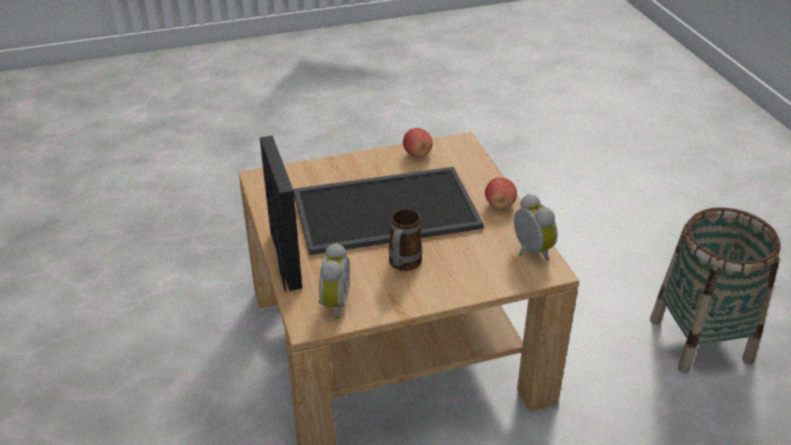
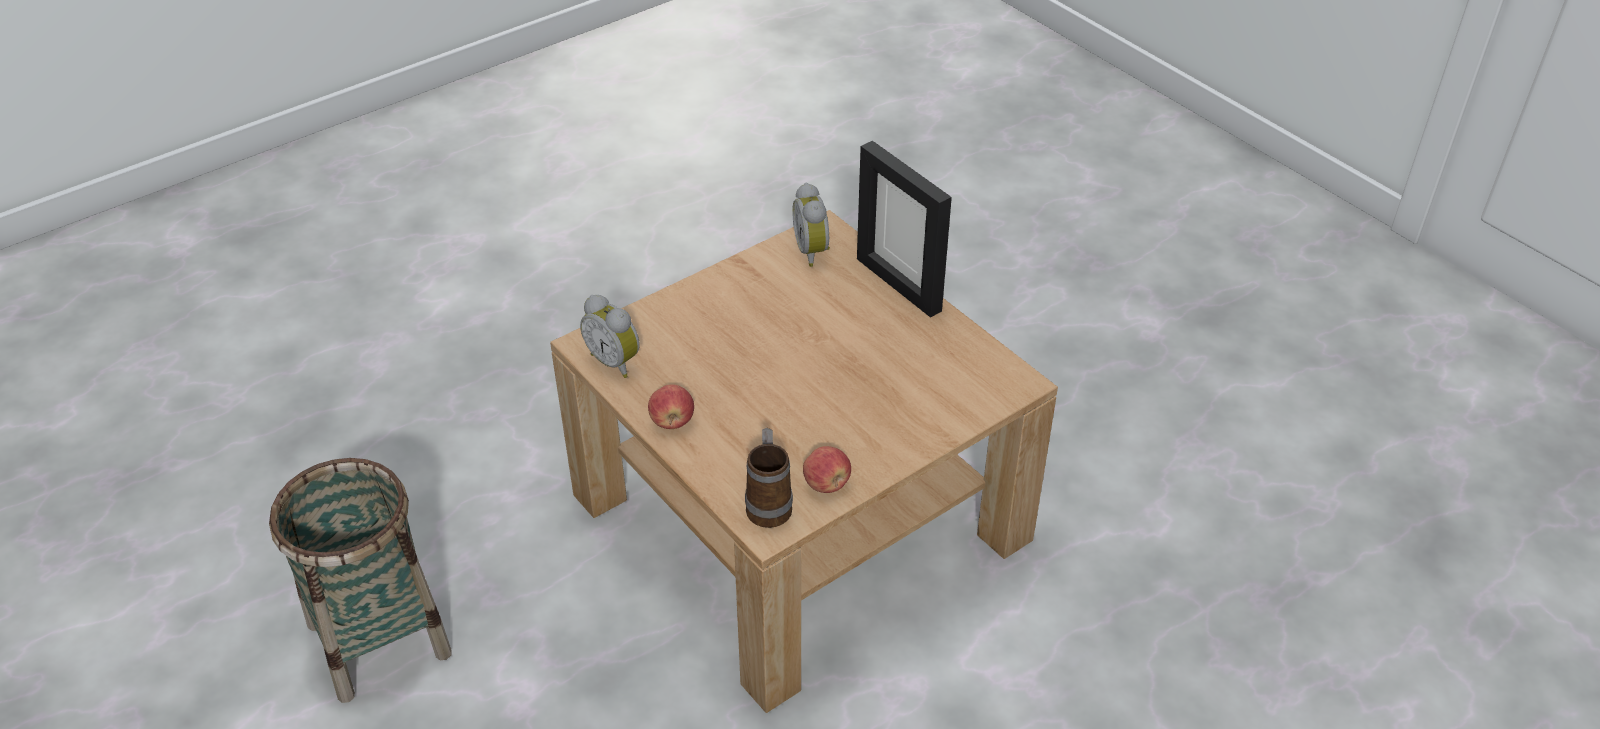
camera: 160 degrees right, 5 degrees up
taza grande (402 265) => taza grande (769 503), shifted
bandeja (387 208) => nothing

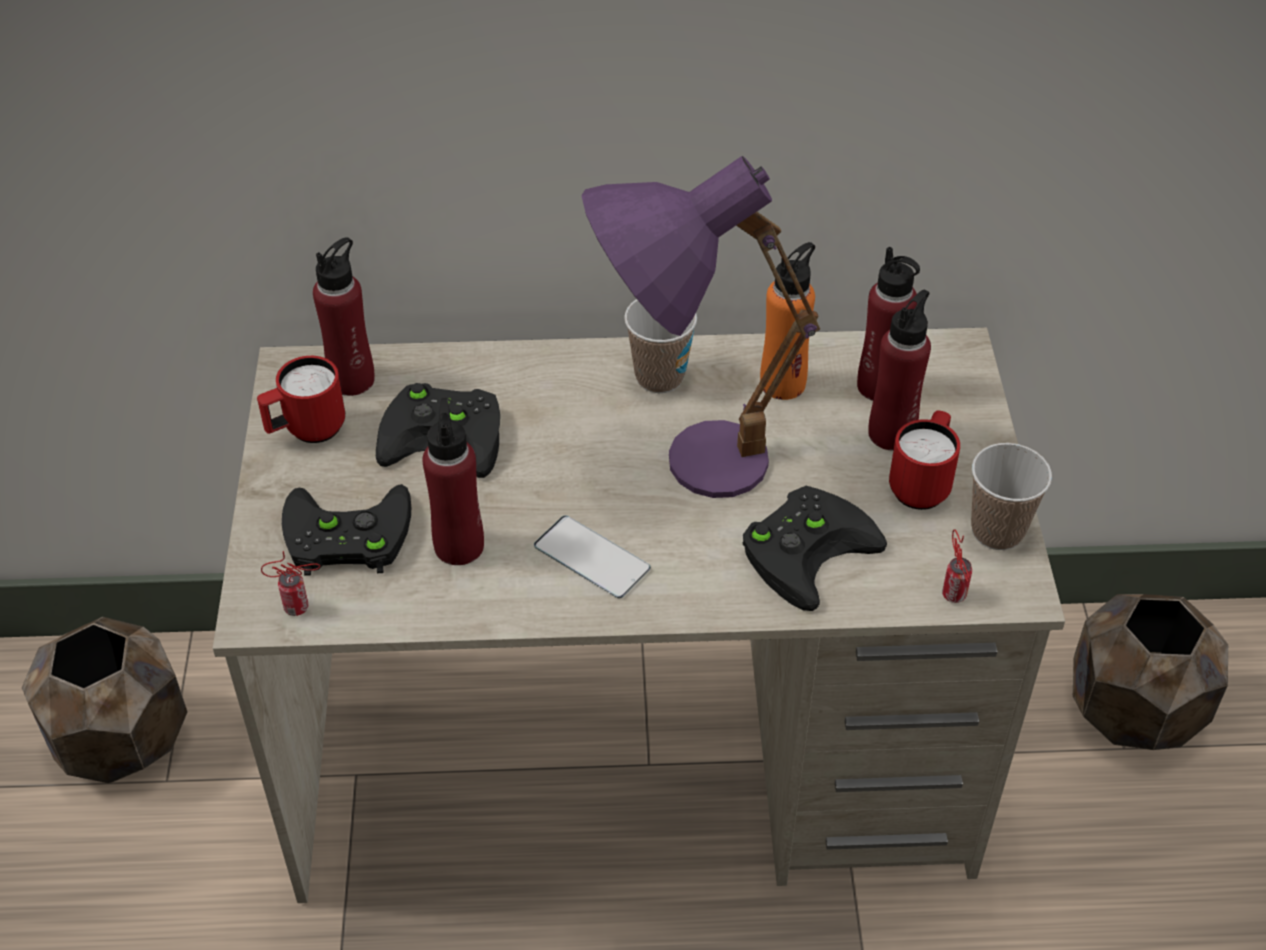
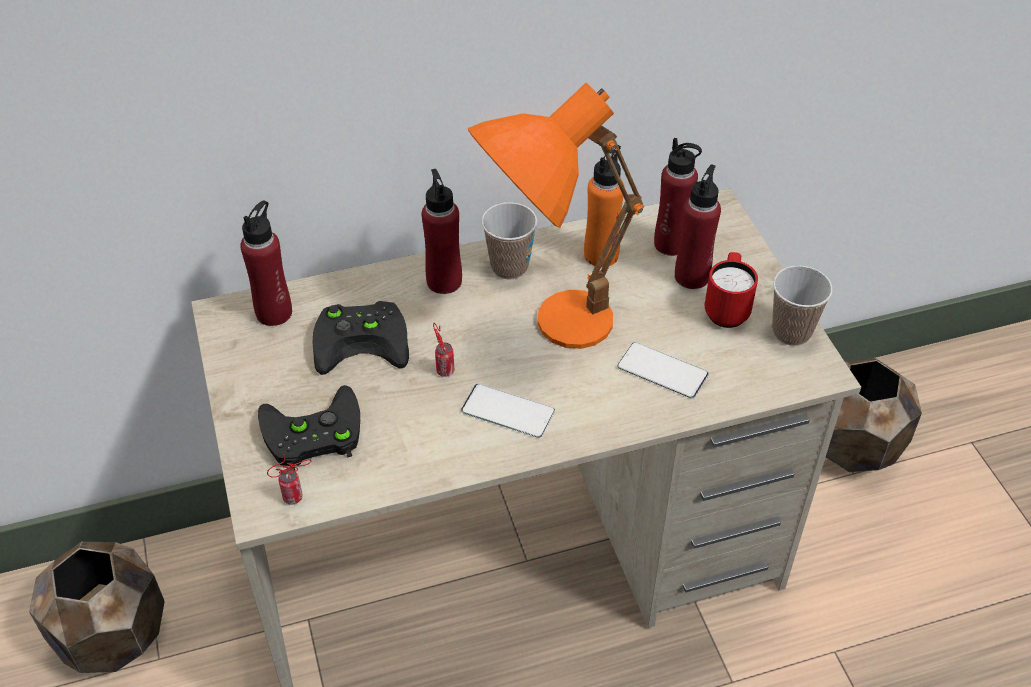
camera: 15 degrees left, 0 degrees up
botella (rojo) (459 546) => botella (rojo) (444 281), shifted
lata (955 597) => lata (446 373), shifted
lámpara de mesa (morado) (679 462) => lámpara de mesa (naranja) (547 327)
mando de consola (negro) (807 547) => móvil (662 371)
taza grande (rojo) (306 431) => nothing

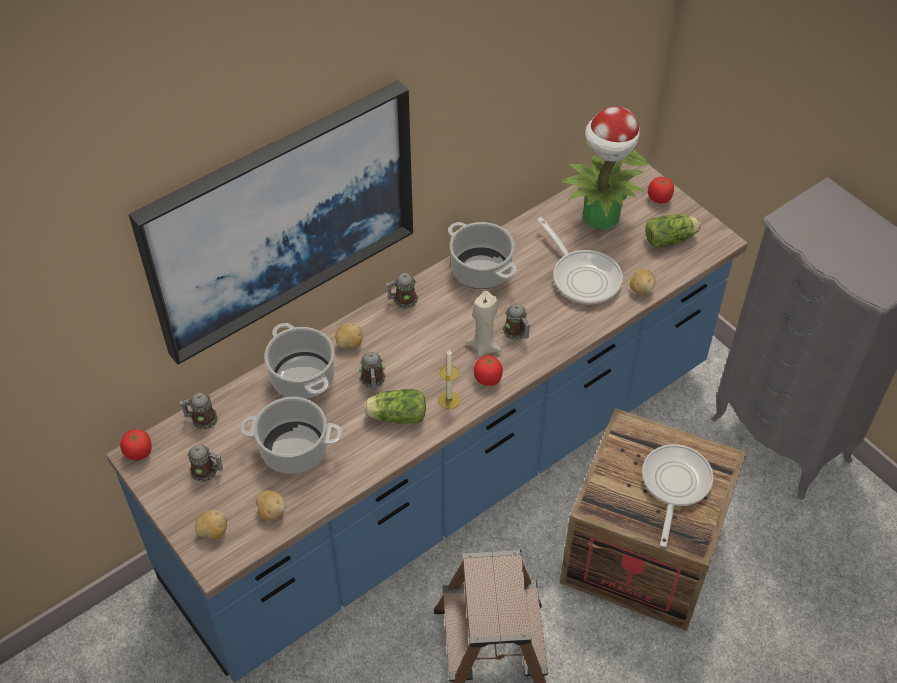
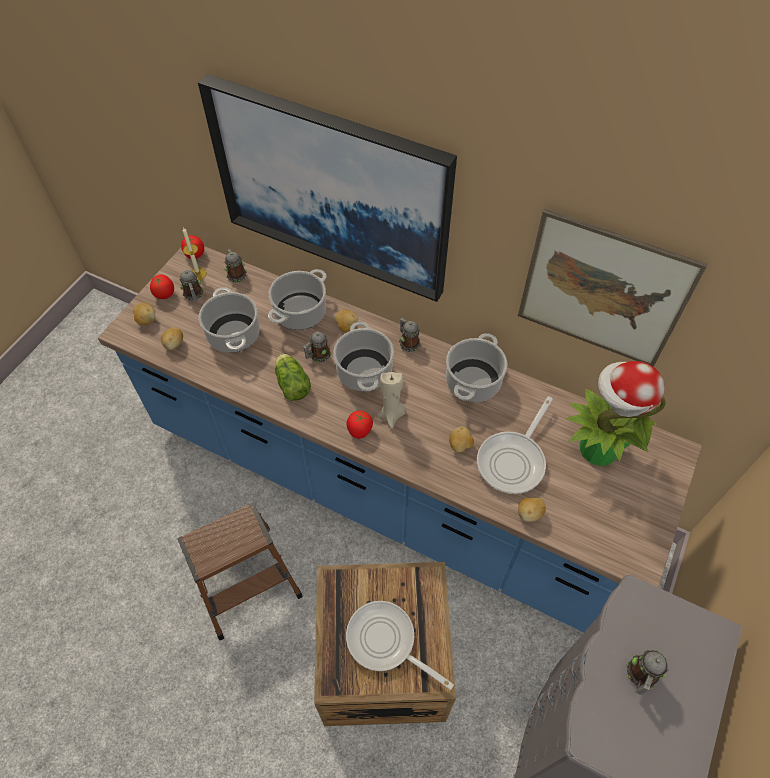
camera: 65 degrees right, 5 degrees up
tomate (659 199) => tomate (164 294), shifted
vela (449 400) => vela (198 273), shifted
nothing => olla (365 372)
sartén (674 485) => sartén (385 642), 135 degrees counterclockwise
nothing => patata (460 445)
nothing => cuadro (602 291)
taza grande (517 333) => taza grande (640 676), shifted
lechuga (671 239) => nothing

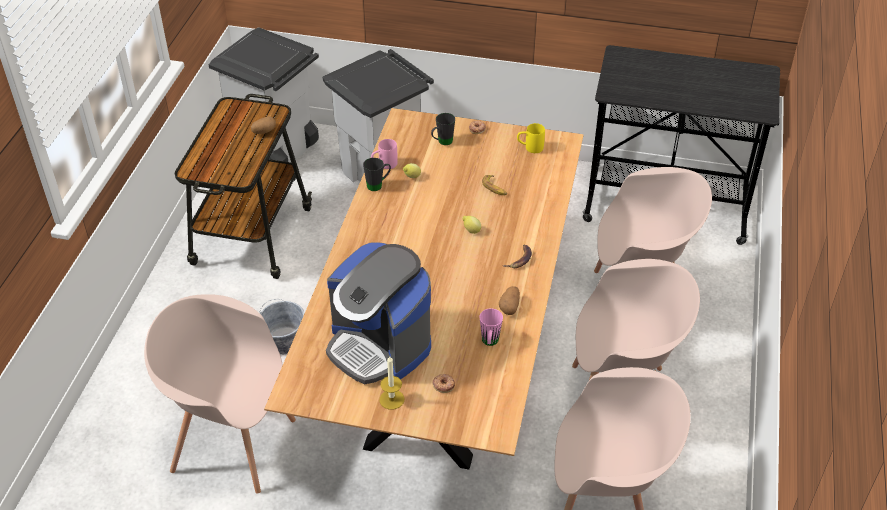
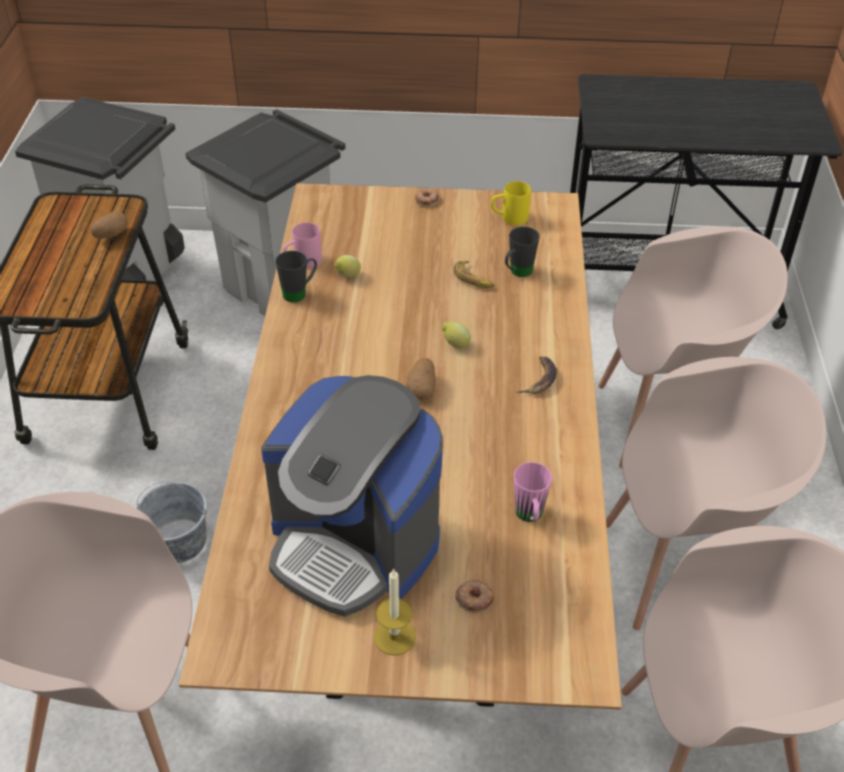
camera: 10 degrees left, 0 degrees up
patata (510 306) => patata (422 388), shifted
taza grande (negro) (442 142) => taza grande (negro) (517 273), shifted

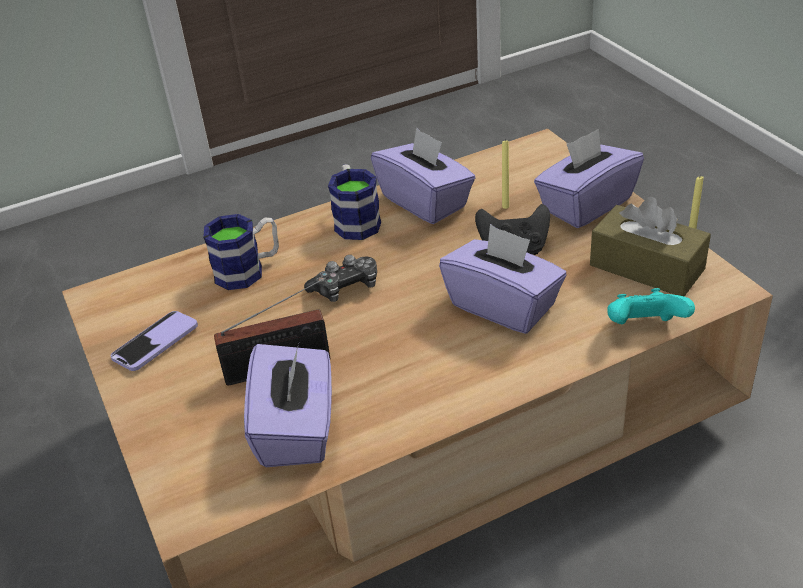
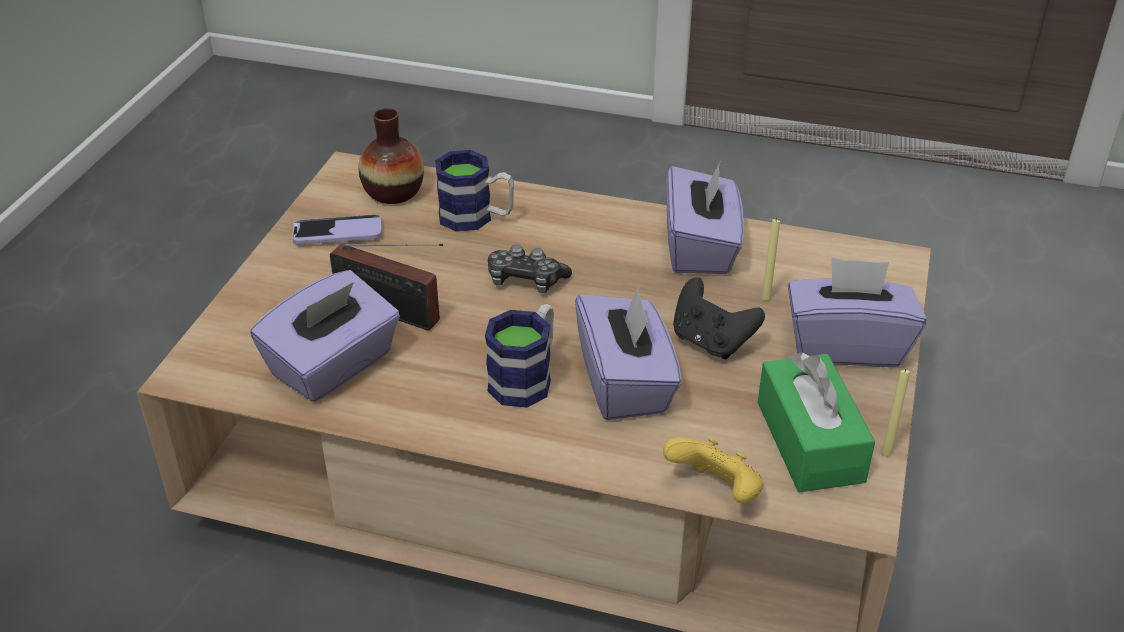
camera: 40 degrees right, 0 degrees up
nothing => florero (393 192)
taza grande (355 220) => taza grande (527 377), shifted
mando de consola (turquesa) (644 328) => mando de consola (amarillo) (716 492)
caja de pañuelos (marrón) (646 267) => caja de pañuelos (verde) (809 441)

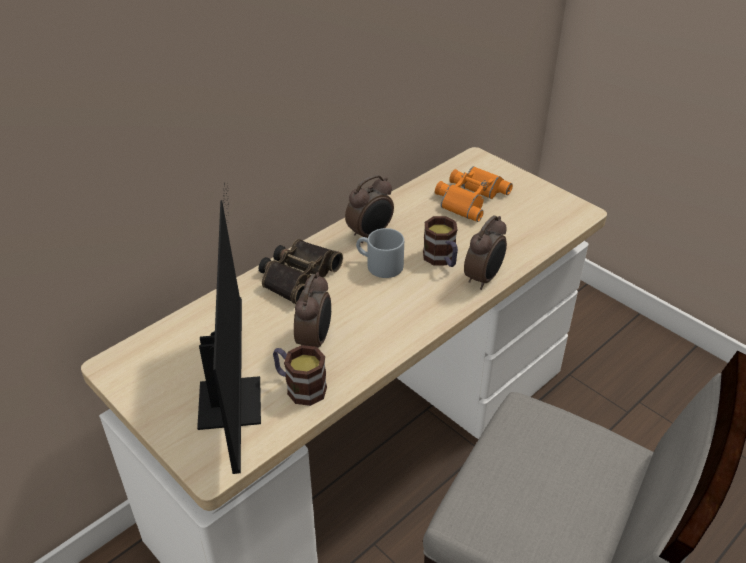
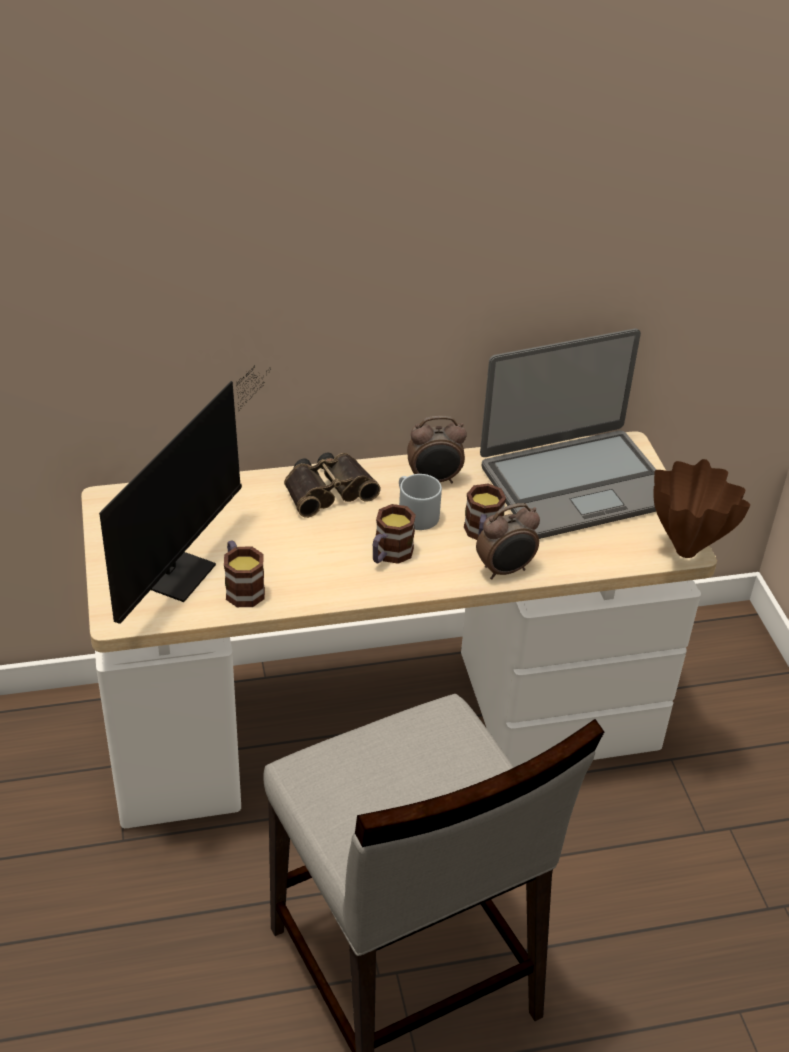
camera: 30 degrees right, 0 degrees up
nothing => taza grande (389 555)
prismáticos (naranja) (469 197) => portátil (576 484)
nothing => florero (marrón) (684 550)
despertador (315 340) => nothing

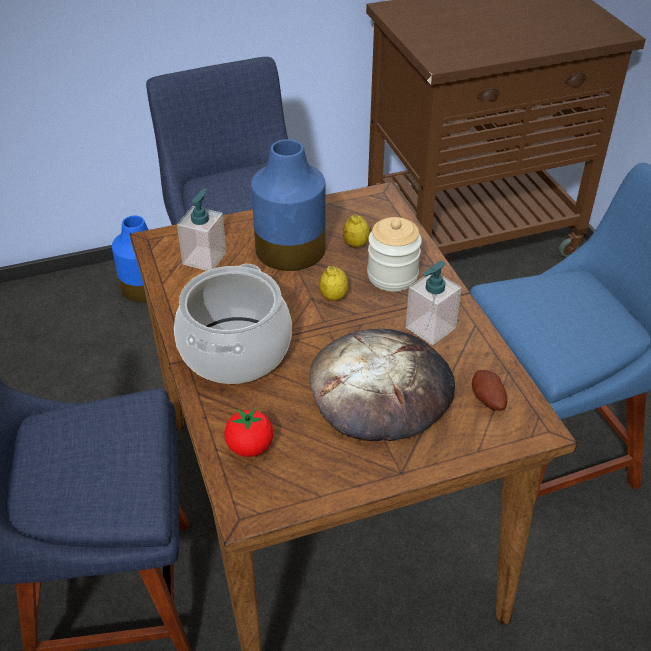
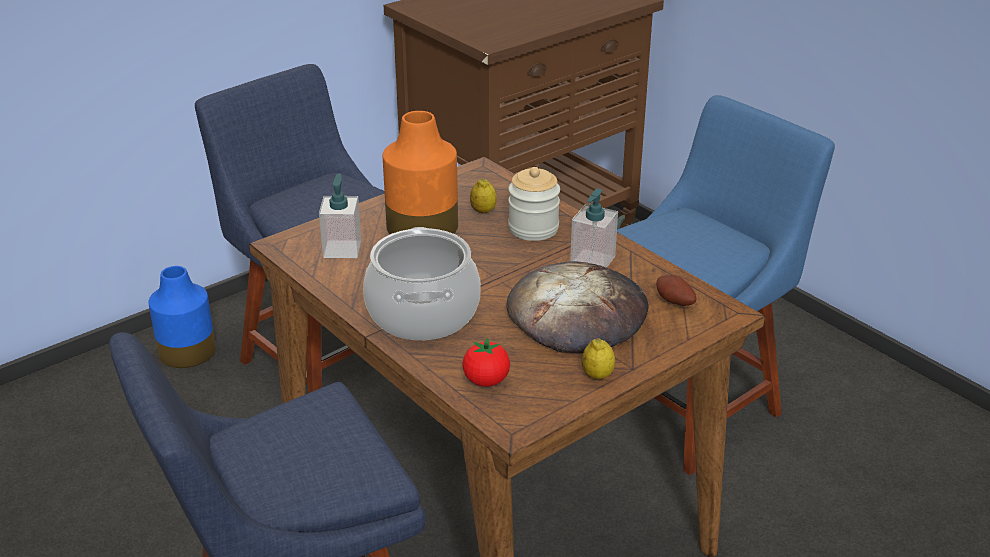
camera: 20 degrees left, 10 degrees down
florero (azul) (289 248) => florero (naranja) (421 225)
limón (333 297) => limón (597 375), shifted

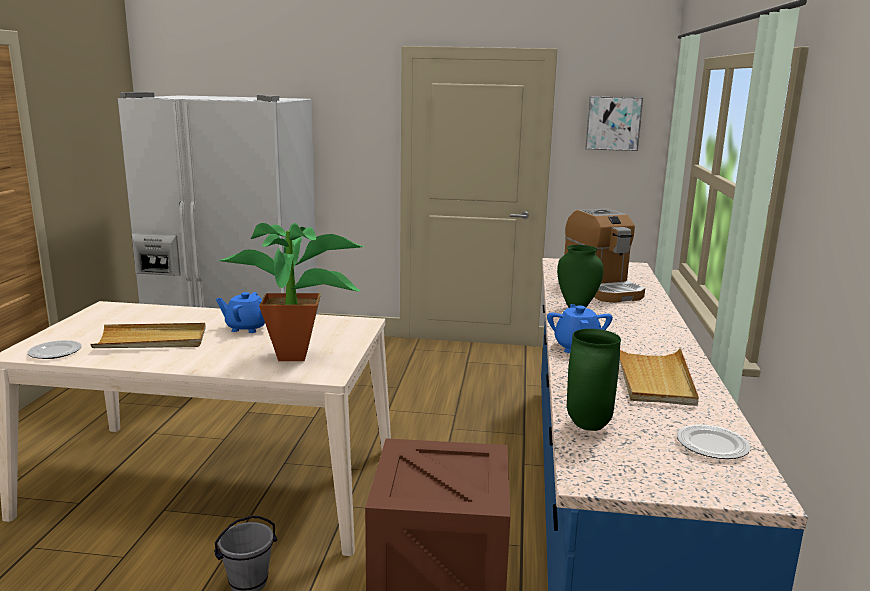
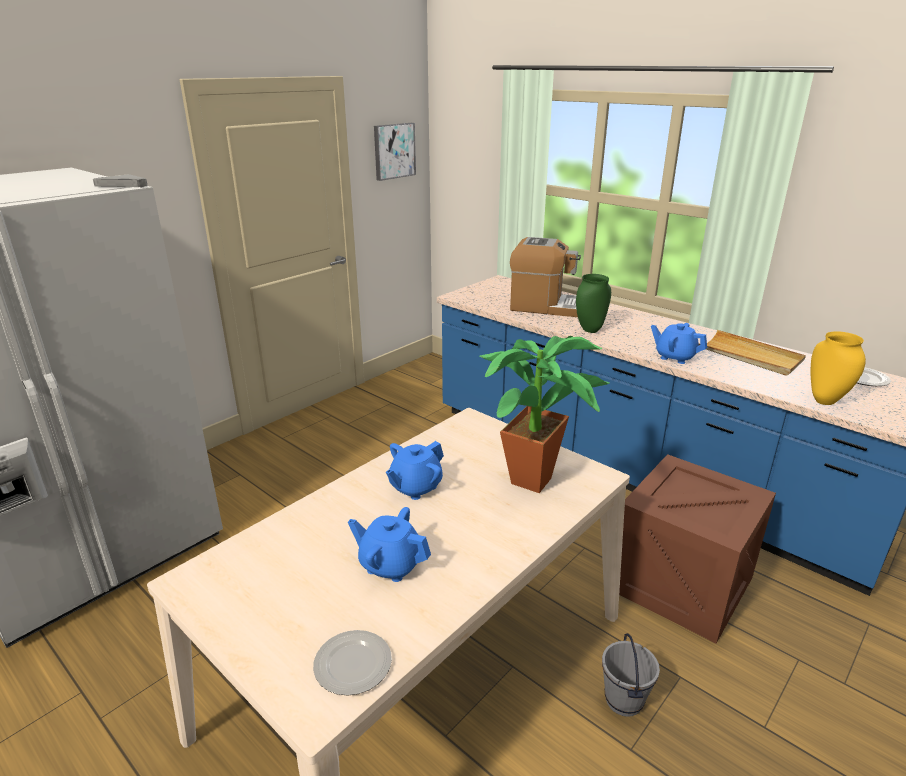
camera: 55 degrees left, 10 degrees up
bandeja (beis) (152 340) => tetera (azul) (390 565)
florero (verde) (587 425) => florero (amarillo) (824 401)

